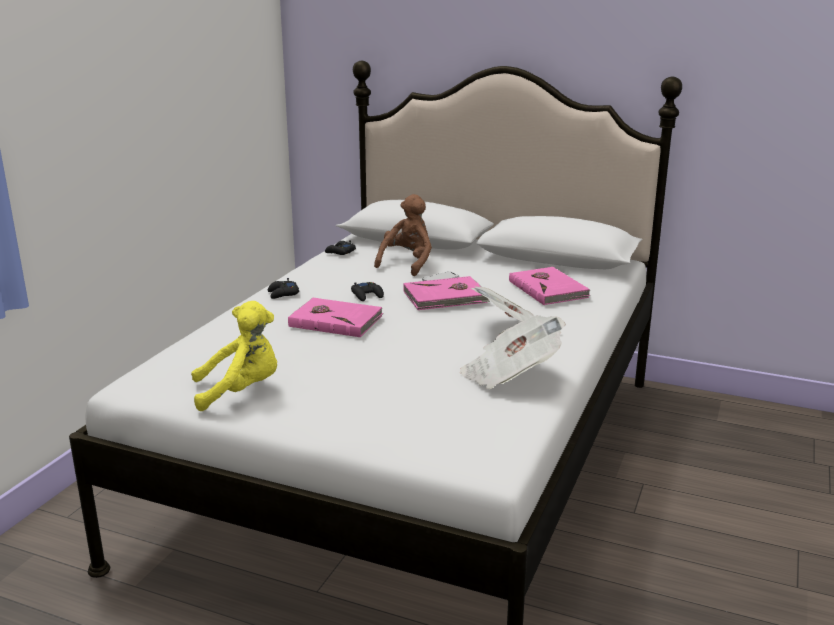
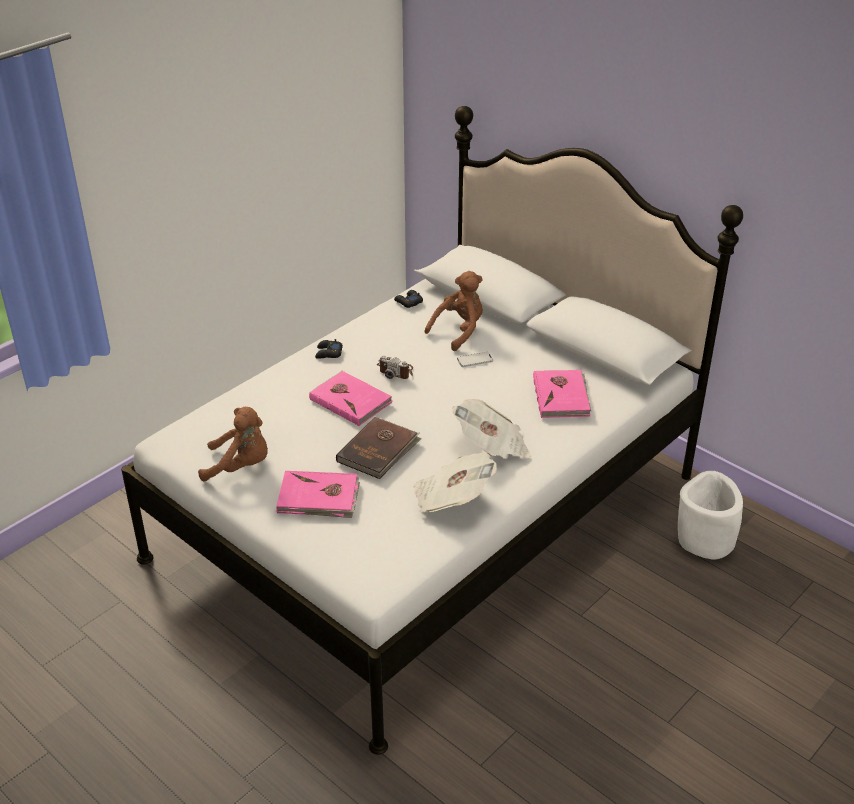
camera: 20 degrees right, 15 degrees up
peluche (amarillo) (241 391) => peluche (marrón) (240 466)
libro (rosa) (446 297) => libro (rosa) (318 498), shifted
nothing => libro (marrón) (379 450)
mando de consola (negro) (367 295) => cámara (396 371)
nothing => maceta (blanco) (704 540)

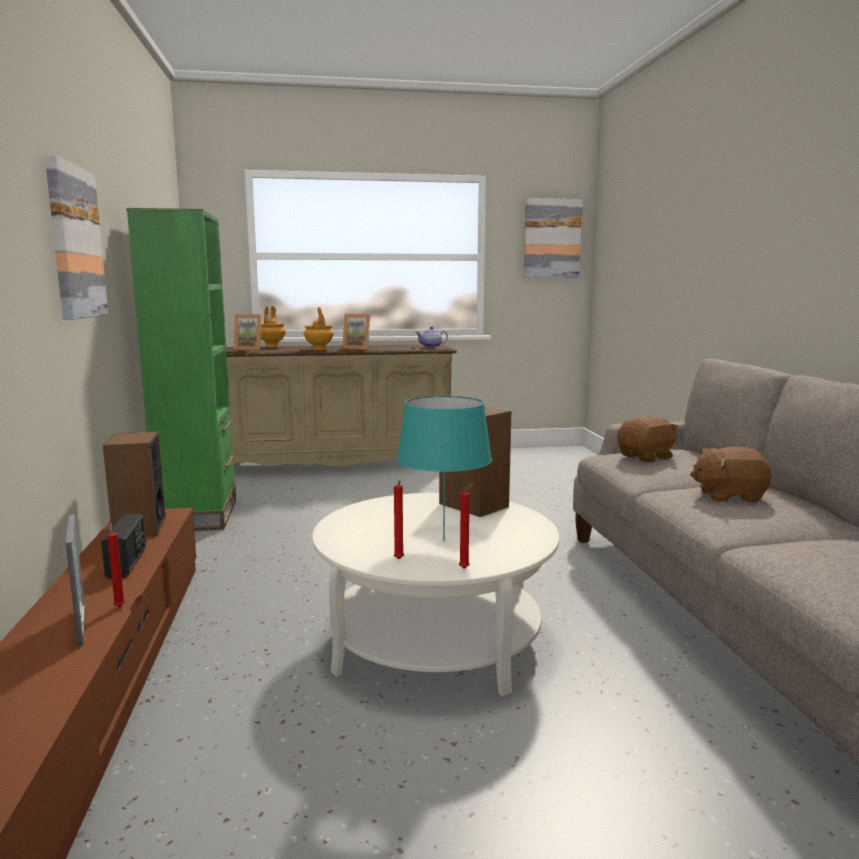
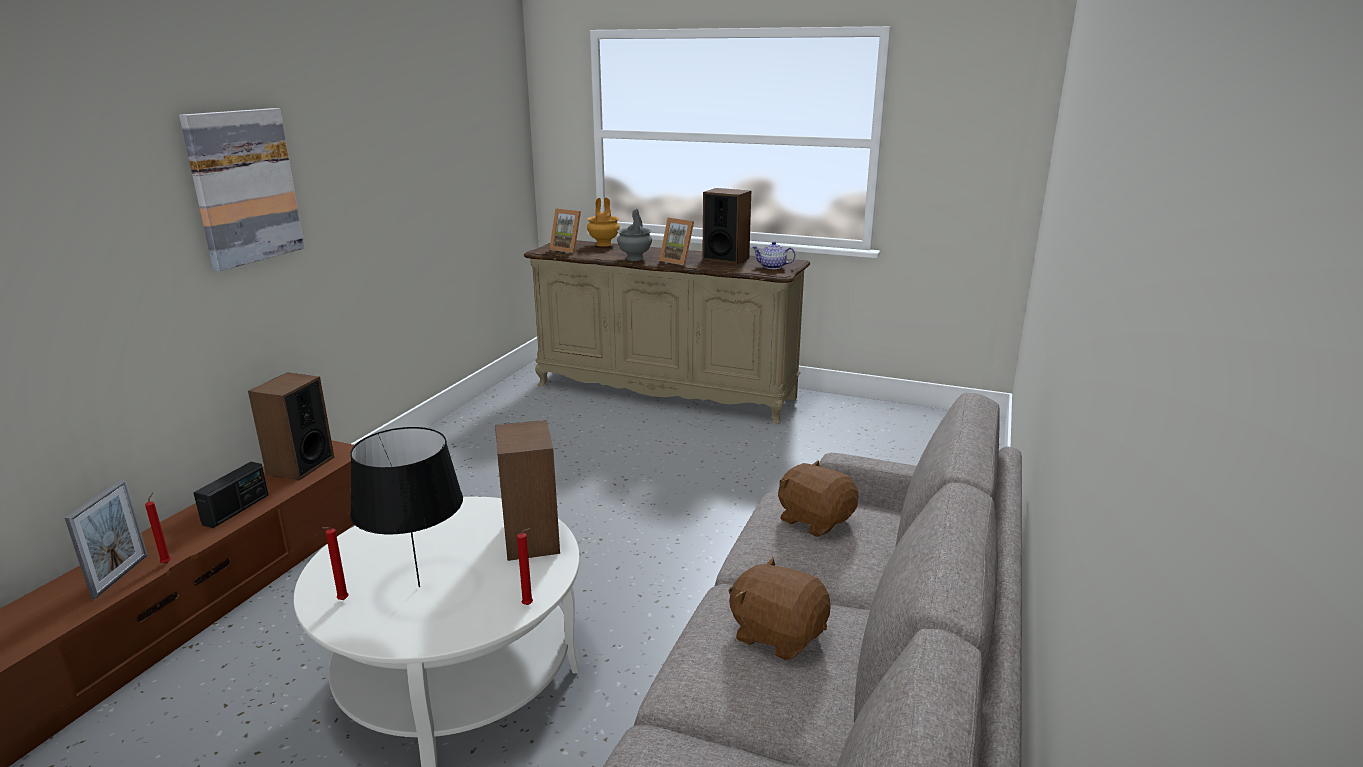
camera: 30 degrees right, 10 degrees up
lámpara de mesa (turquesa) (444 540) => lámpara de mesa (negro) (419 586)
vela (rojo) (466 568) => vela (rojo) (529 605), shifted
florero (marrón) (319 349) => florero (gris) (635 259)
nothing => altavoz (726 258)
peluche (marrón) (646 457) => peluche (marrón) (815 520), 135 degrees counterclockwise
estantería (verde) (199 515) => nothing
cuadro (552 238) => nothing

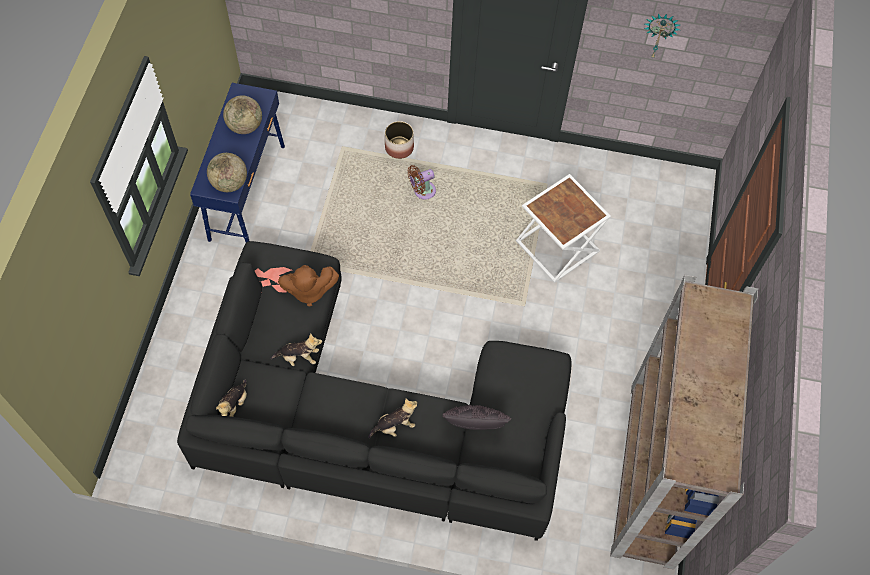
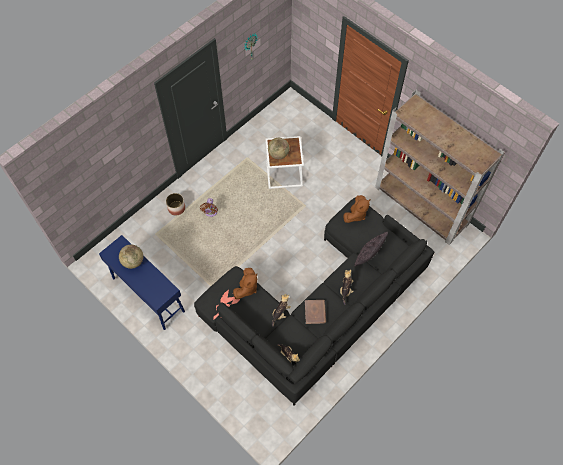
camera: 55 degrees left, 0 degrees up
globo terráqueo (229 183) => globo terráqueo (278 154), shifted
nothing => libro (marrón) (315 312)
nothing => peluche (marrón) (356 214)

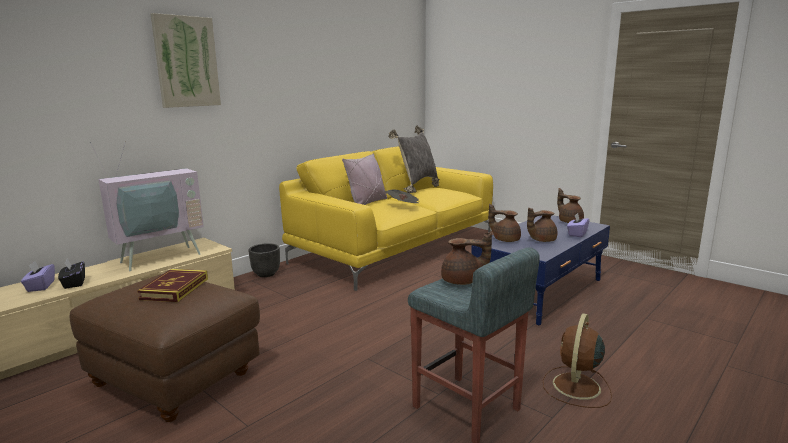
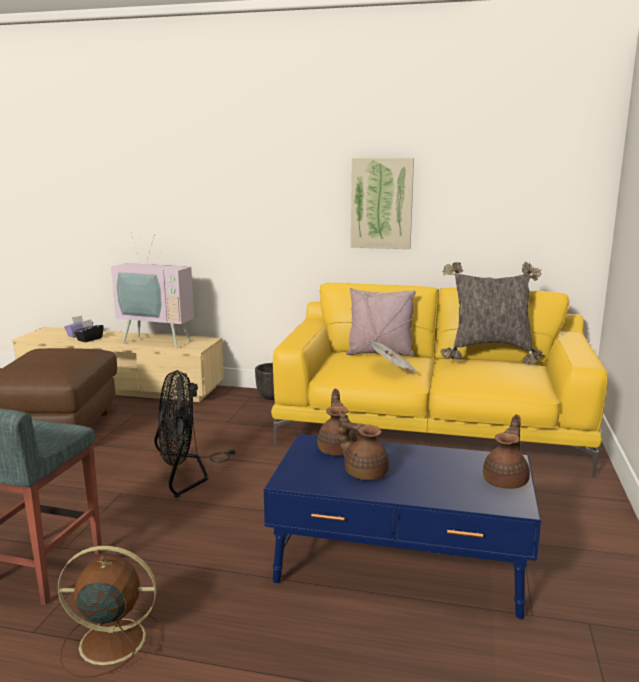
camera: 60 degrees right, 0 degrees up
nothing => ventilador (negro) (188 470)
cuadro (186 62) => cuadro (381 203), shifted
libro (175 289) => nothing
tetera (marrón) (463 281) => nothing
caja de pañuelos (morado) (577 234) => nothing

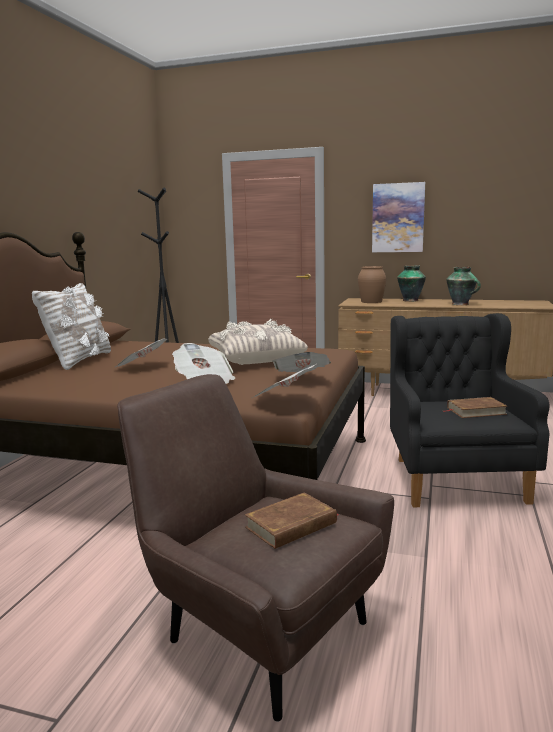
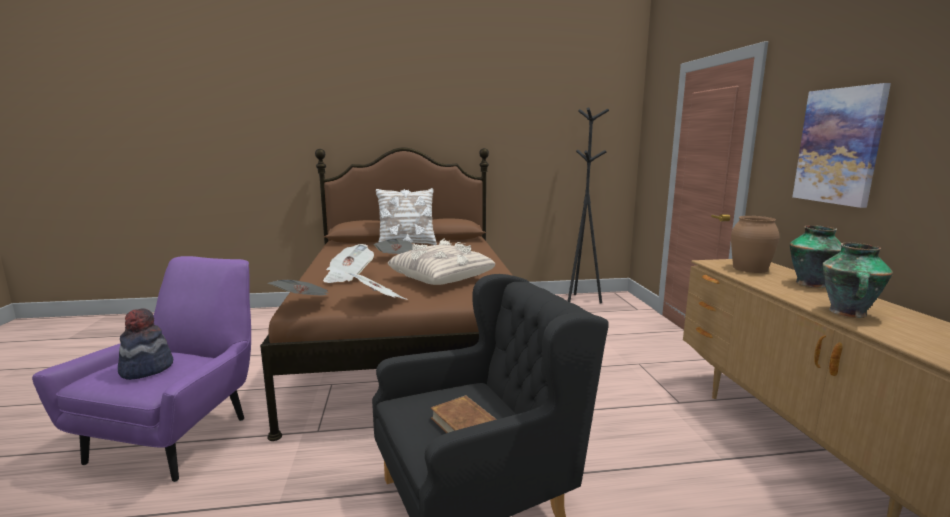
camera: 65 degrees right, 0 degrees up
sillón (marrón) (256 630) => sillón (morado) (179 435)
libro (marrón) (291 525) => sombrero (146 369)

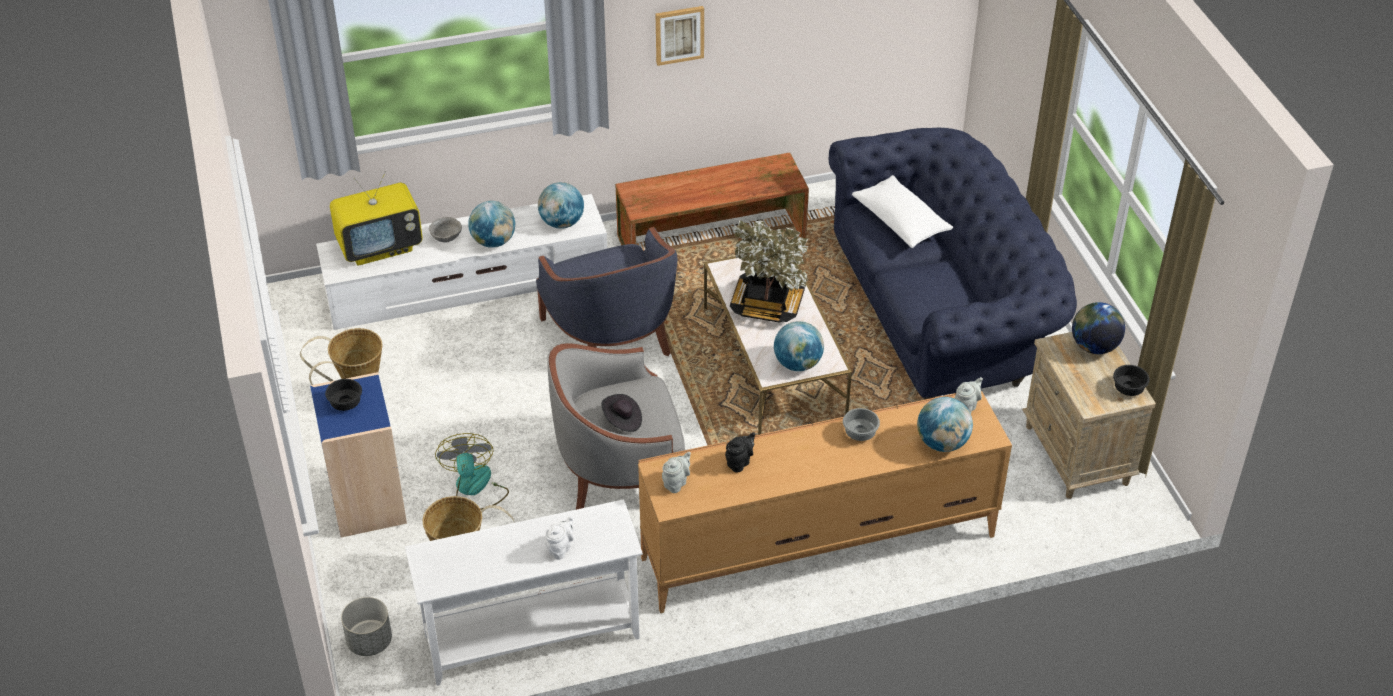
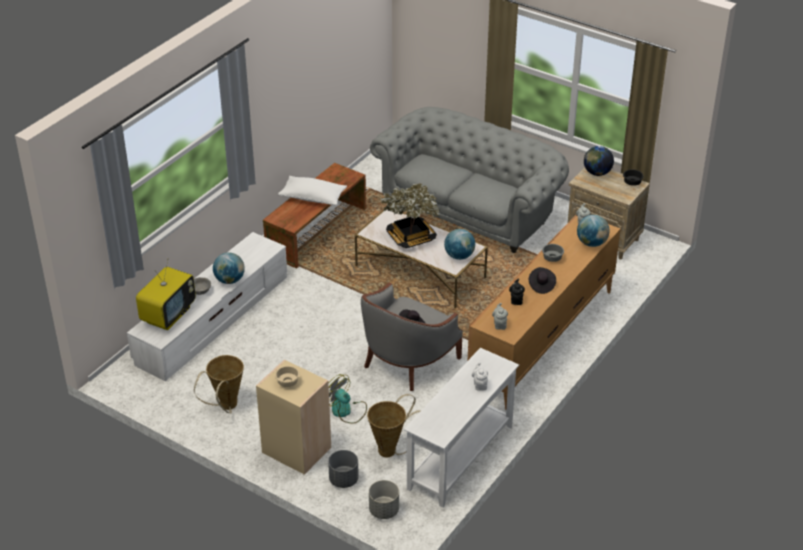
camera: 40 degrees left, 5 degrees down
estantería (azul) (366 501) => estantería (beis) (295 450)
cuenco (negro) (347 403) => cuenco (beis) (288 382)
cojín (blanco) (900 222) => cojín (blanco) (313 198), shifted
nothing => maceta (gris) (343 480)
sofá (azul) (943 312) => sofá (gris) (472 209)
nothing => sombrero (negro) (541 285)
sillón (azul) (612 335) => nothing
globo terráqueo (561 223) => nothing
cuadro (679 34) => nothing

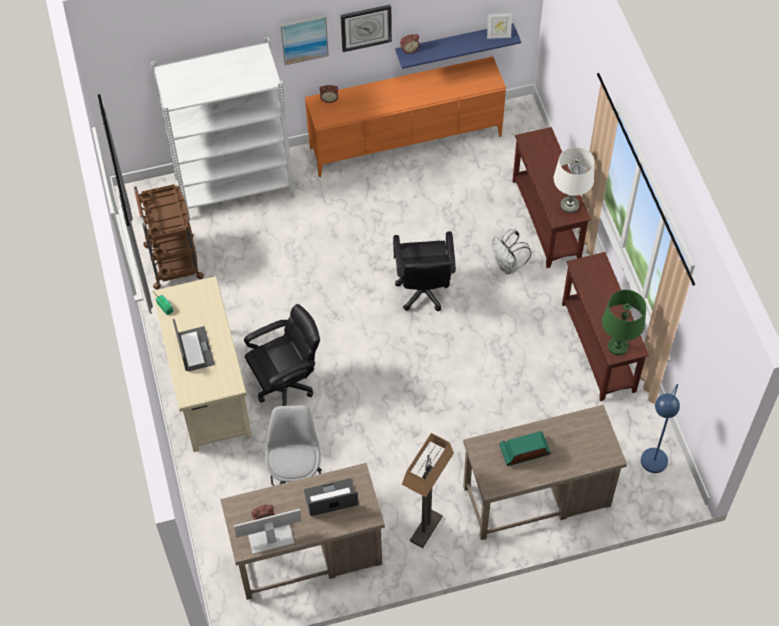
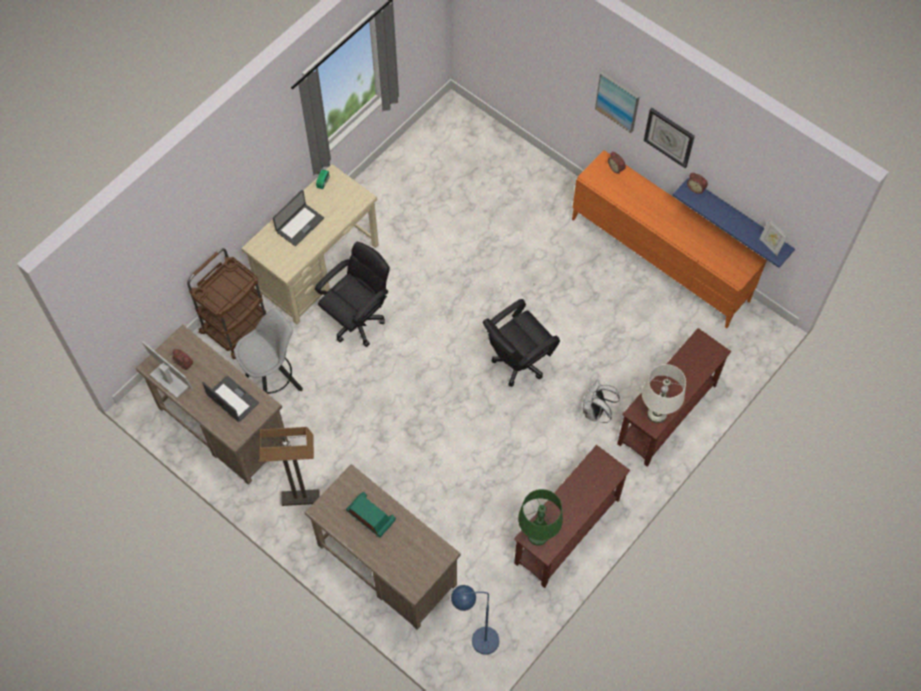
camera: 55 degrees right, 5 degrees up
carrito (marrón) (174 262) => carrito (marrón) (236 328), shifted
silla de oficina (negro) (287 386) => silla de oficina (negro) (359 321), 75 degrees counterclockwise
estantería (blanco) (234 186) => nothing

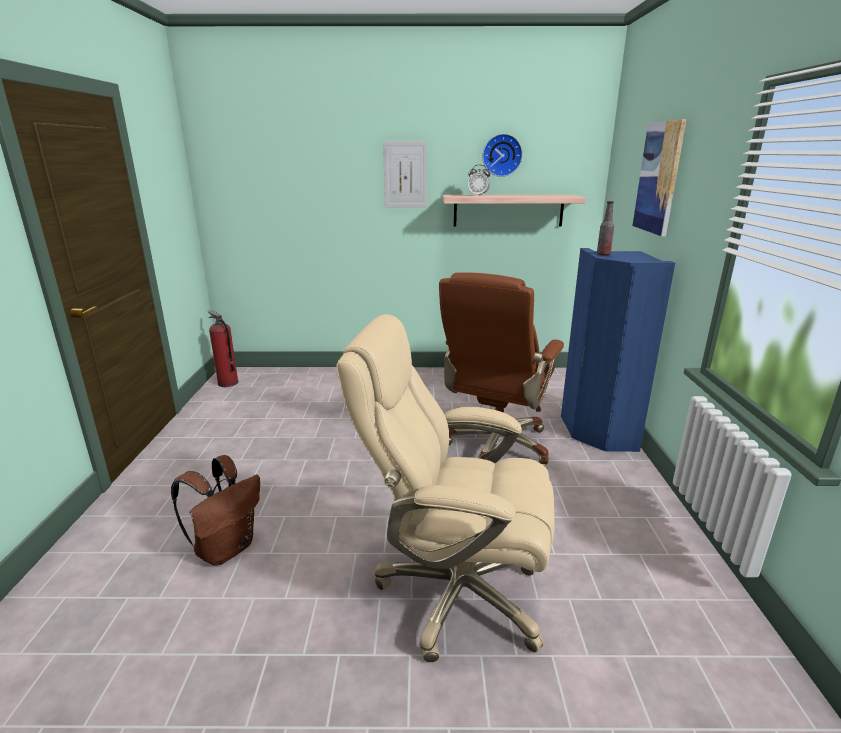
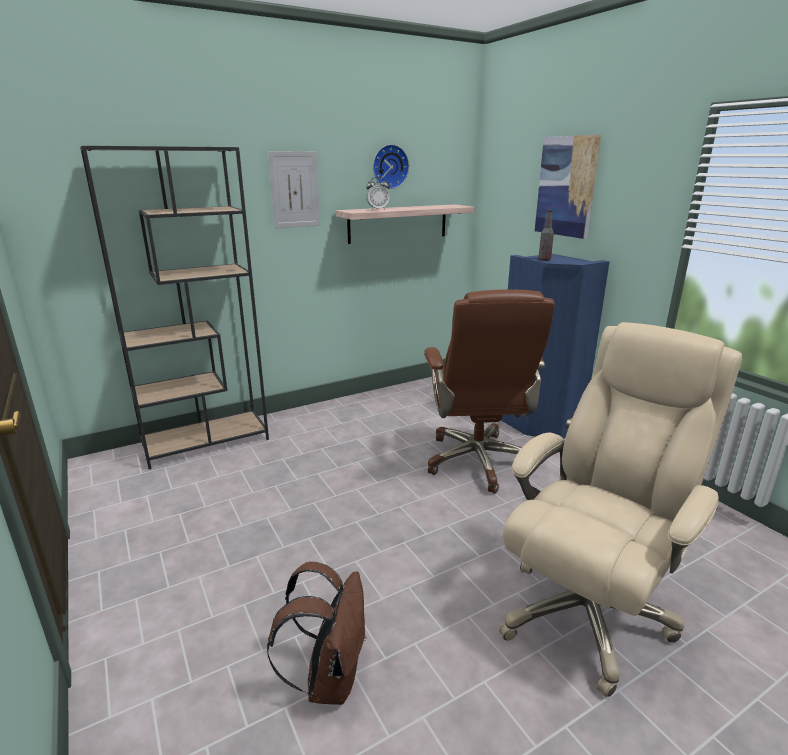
camera: 30 degrees left, 0 degrees up
nothing => estantería (206 441)
silla de oficina (beis) (454 593) => silla de oficina (beis) (589 613), 150 degrees clockwise
extintor (227 383) => nothing

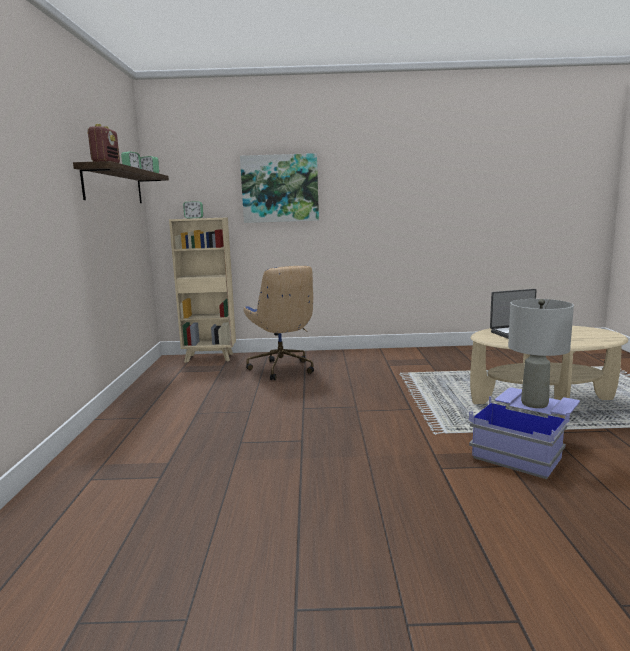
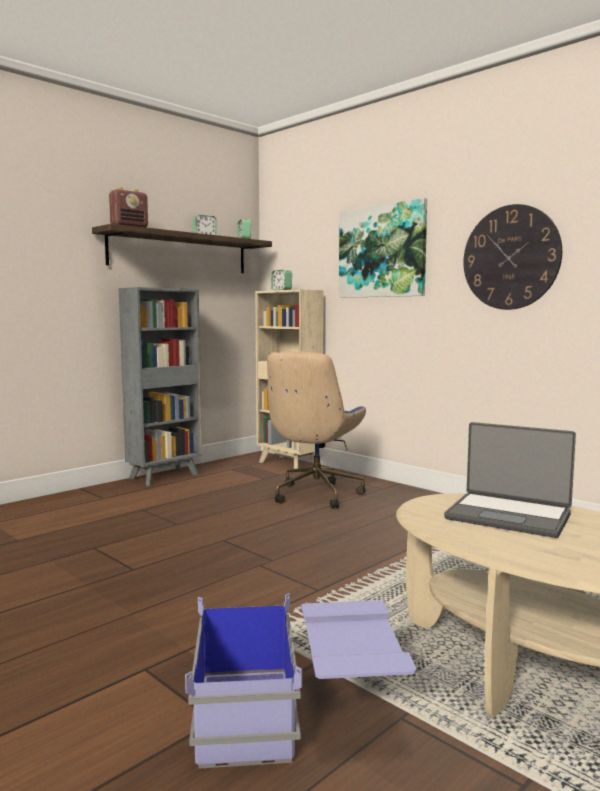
camera: 45 degrees right, 5 degrees down
nothing => estantería (gris) (165 476)
nothing => reloj de pared (510 257)
lámpara de mesa (gris) (535 404) => nothing

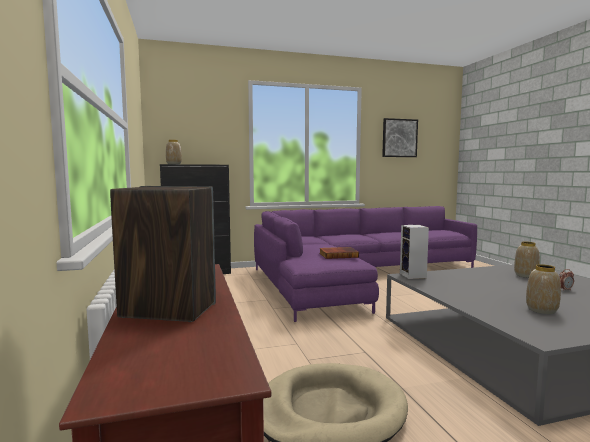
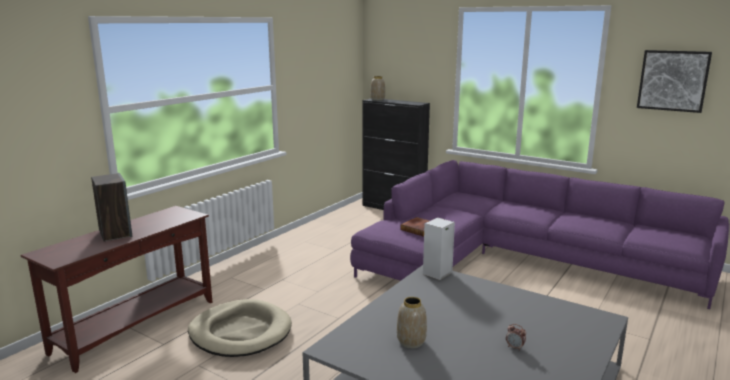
camera: 50 degrees right, 10 degrees up
florero (525 276) => nothing

